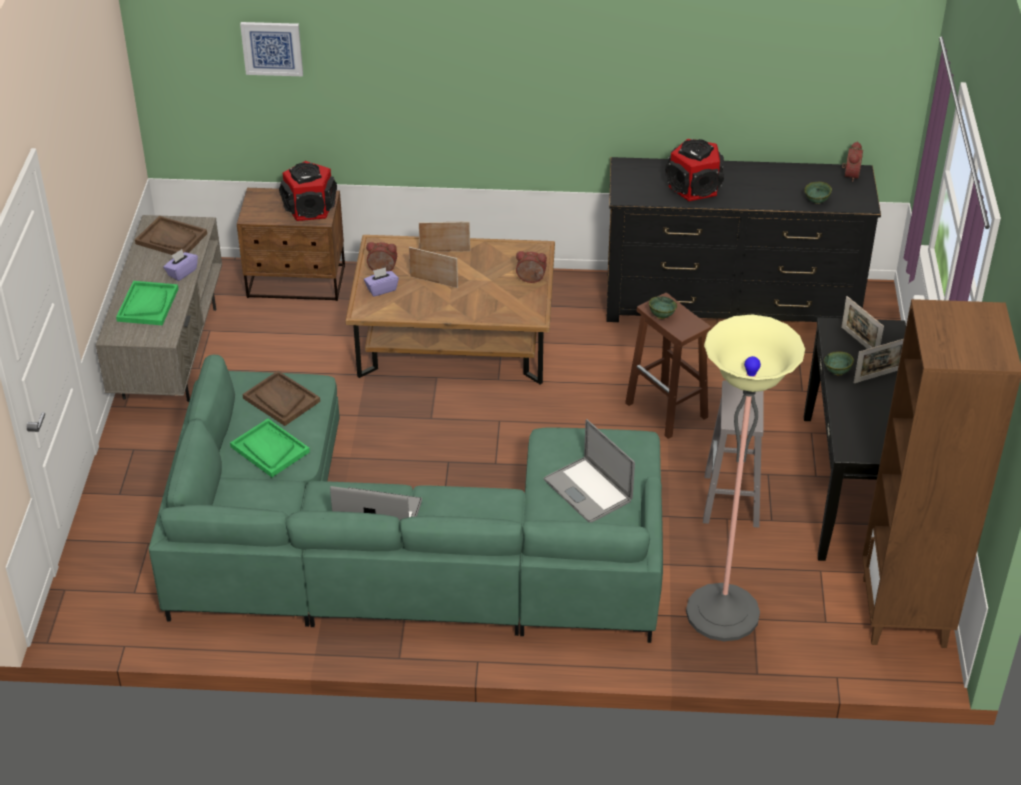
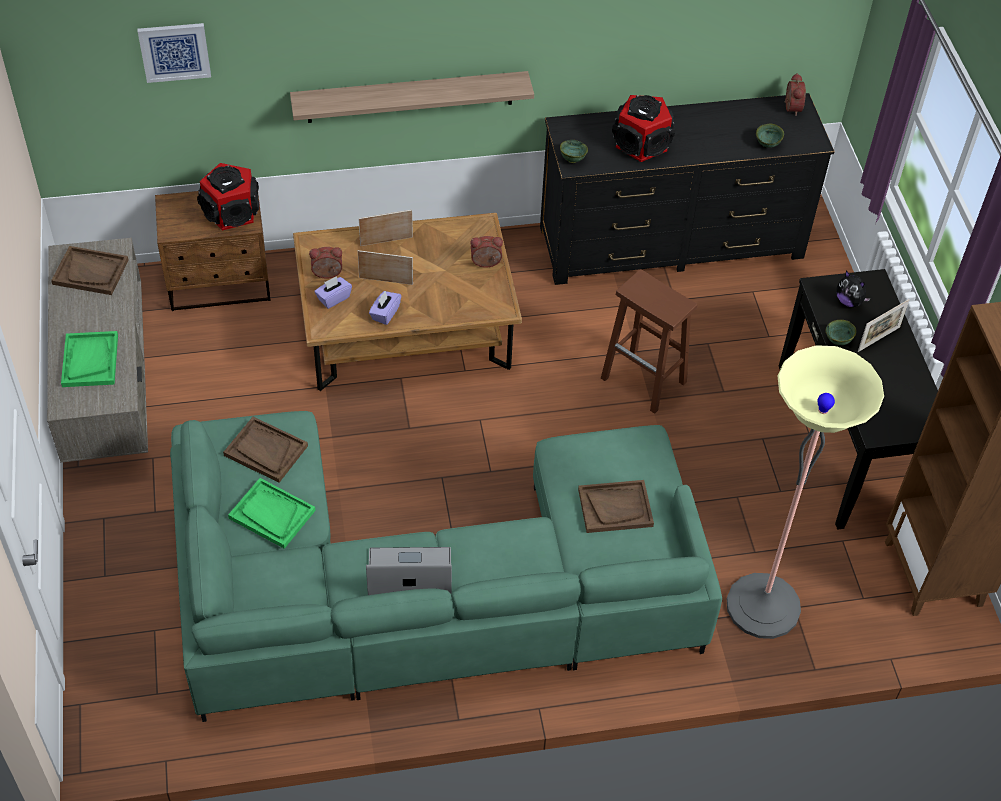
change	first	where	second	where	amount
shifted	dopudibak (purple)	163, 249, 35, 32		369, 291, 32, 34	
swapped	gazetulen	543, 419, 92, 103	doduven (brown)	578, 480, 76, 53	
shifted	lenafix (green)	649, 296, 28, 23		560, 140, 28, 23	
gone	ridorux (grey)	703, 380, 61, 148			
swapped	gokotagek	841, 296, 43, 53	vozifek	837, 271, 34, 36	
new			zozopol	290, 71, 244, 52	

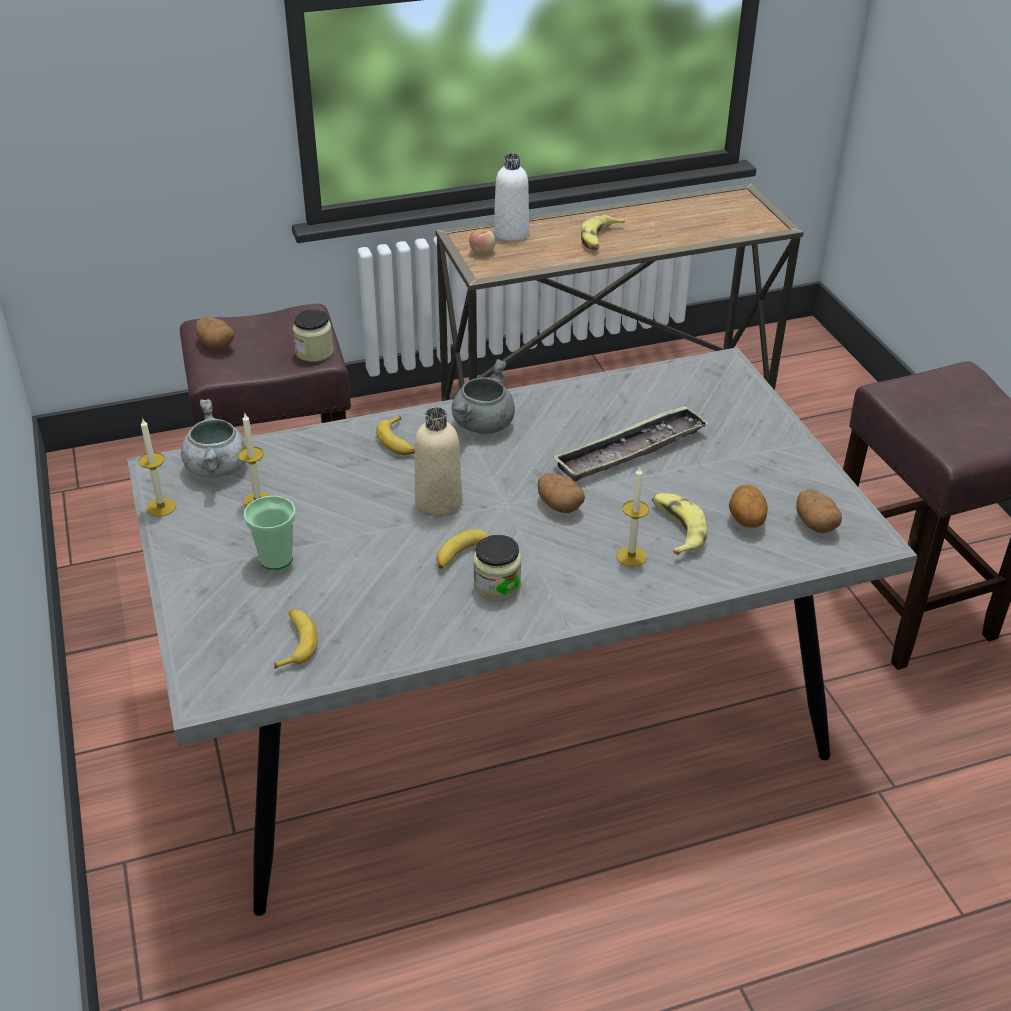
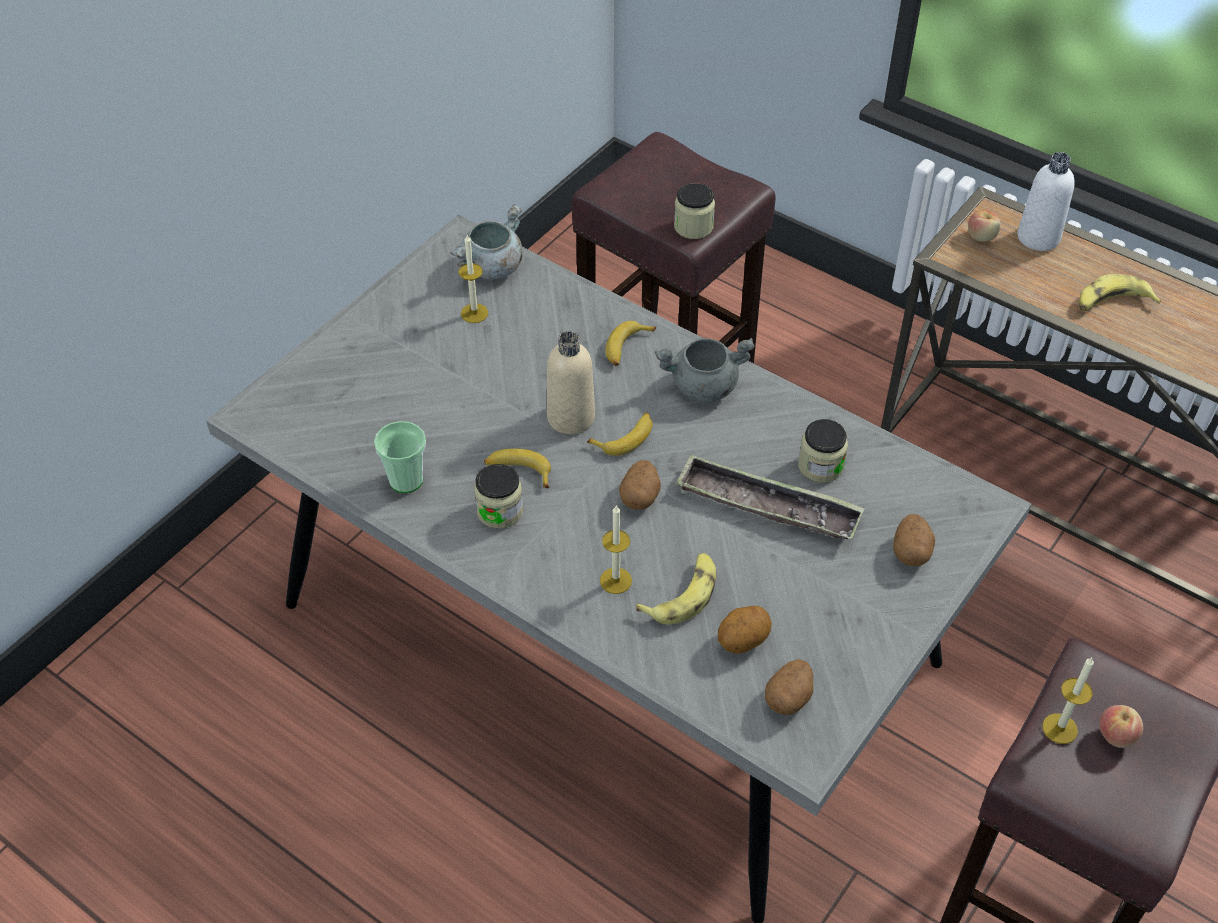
change	first	where	second	where	amount
shifted	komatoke	138, 419, 38, 98		1042, 657, 52, 87	
shifted	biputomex	195, 317, 39, 32		893, 514, 42, 52	
shifted	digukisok	244, 496, 52, 74		374, 421, 52, 72	
shifted	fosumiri	274, 609, 44, 60		587, 413, 66, 43	
new			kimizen	798, 419, 50, 64	
new			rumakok	1099, 705, 44, 43	

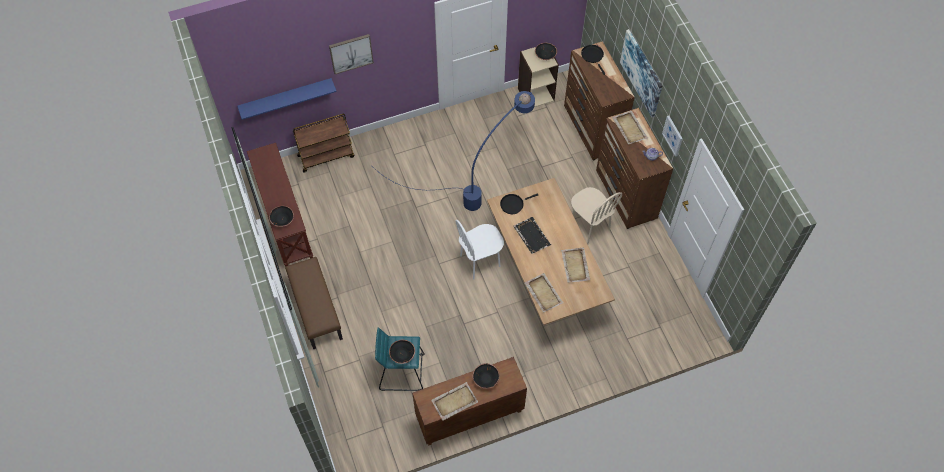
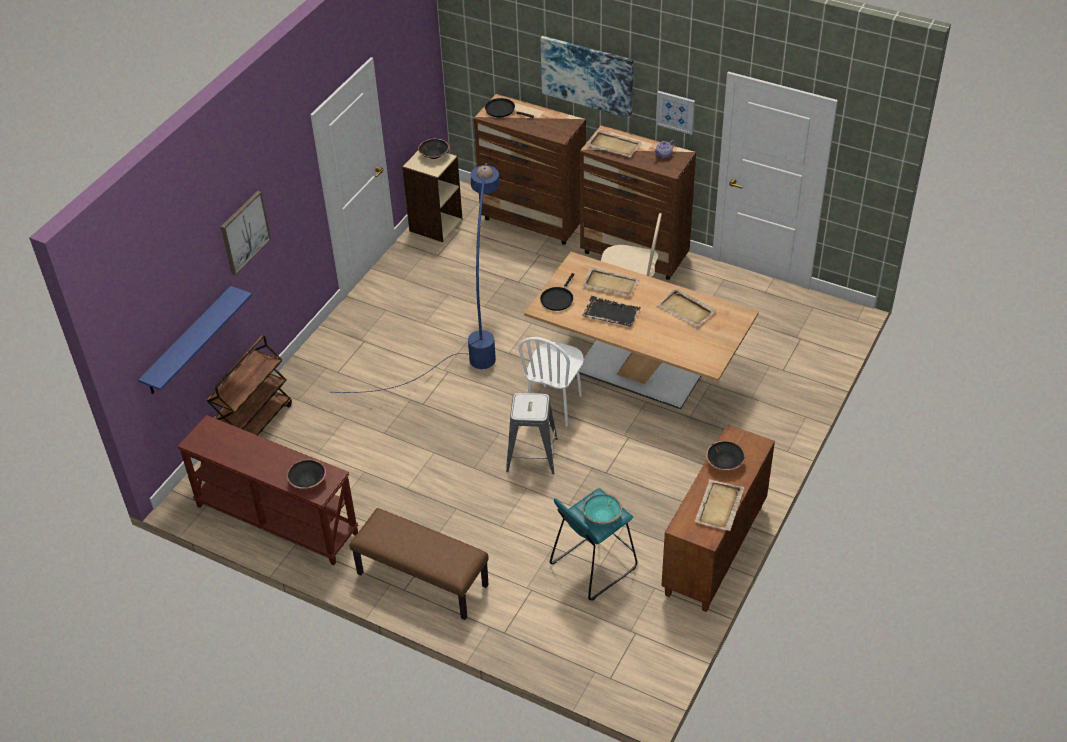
change	first	where	second	where	amount
repainted	lenafix (black)	389, 340, 26, 24	lenafix (turquoise)	583, 493, 39, 31	
shifted	doduven (beige)	524, 273, 40, 39		582, 267, 58, 30	
new			ridorux (grey)	506, 393, 52, 81	

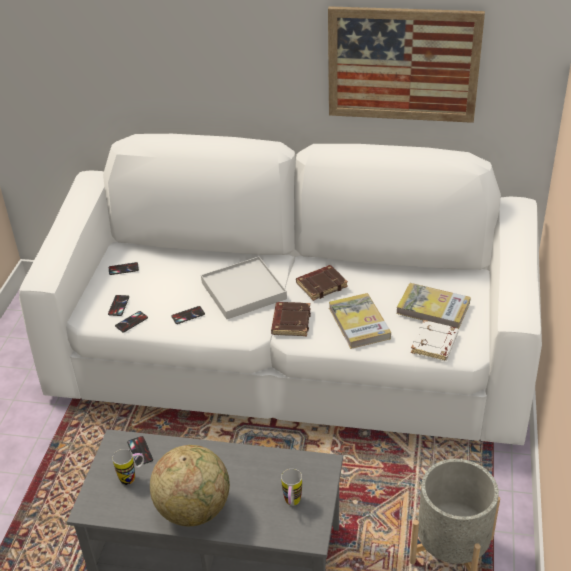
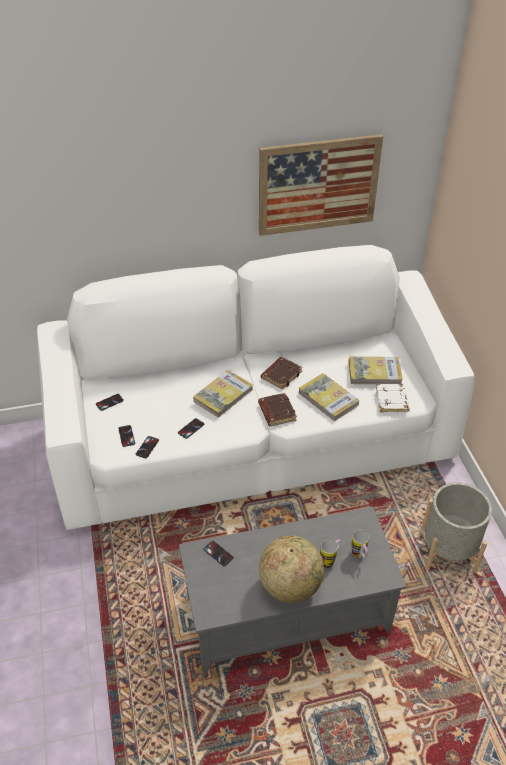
change	first	where	second	where	amount
shifted	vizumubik	112, 449, 32, 36		320, 539, 21, 29	
swapped	doduven (white)	201, 256, 86, 63	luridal	193, 370, 60, 48	

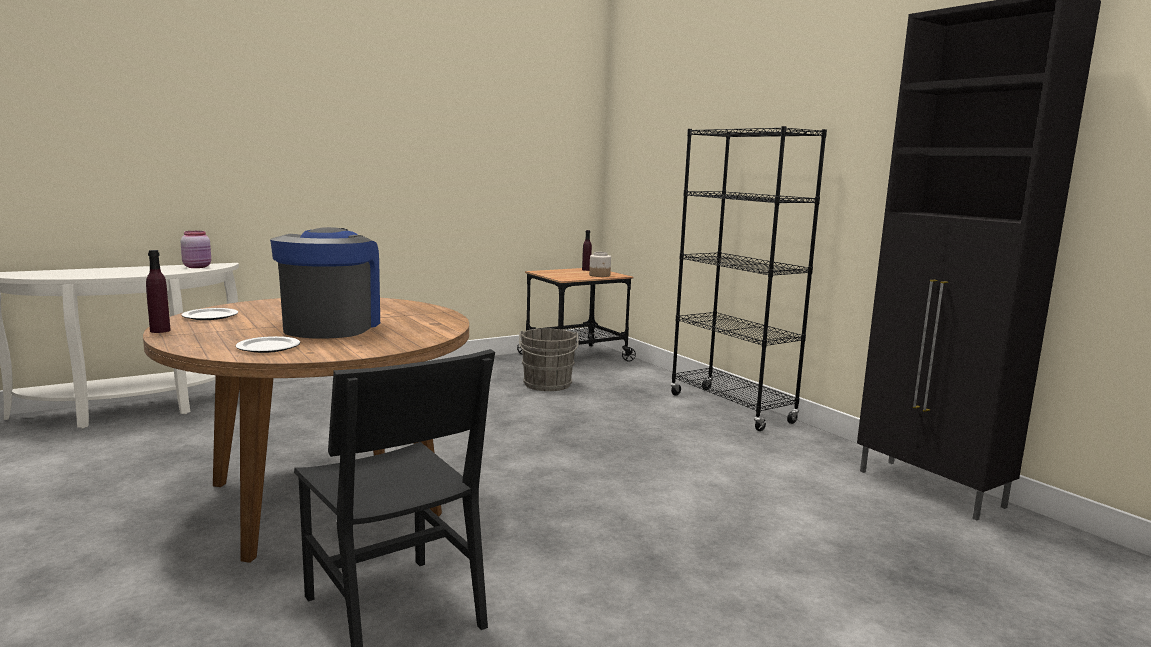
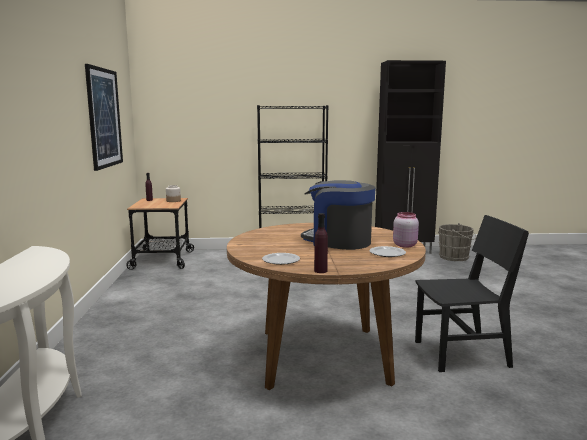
change	first	where	second	where	amount
shifted	kimizen (pink)	181, 231, 30, 37		393, 212, 26, 36	
shifted	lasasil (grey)	519, 328, 60, 63		438, 223, 38, 38	
new			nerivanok	85, 64, 38, 107	

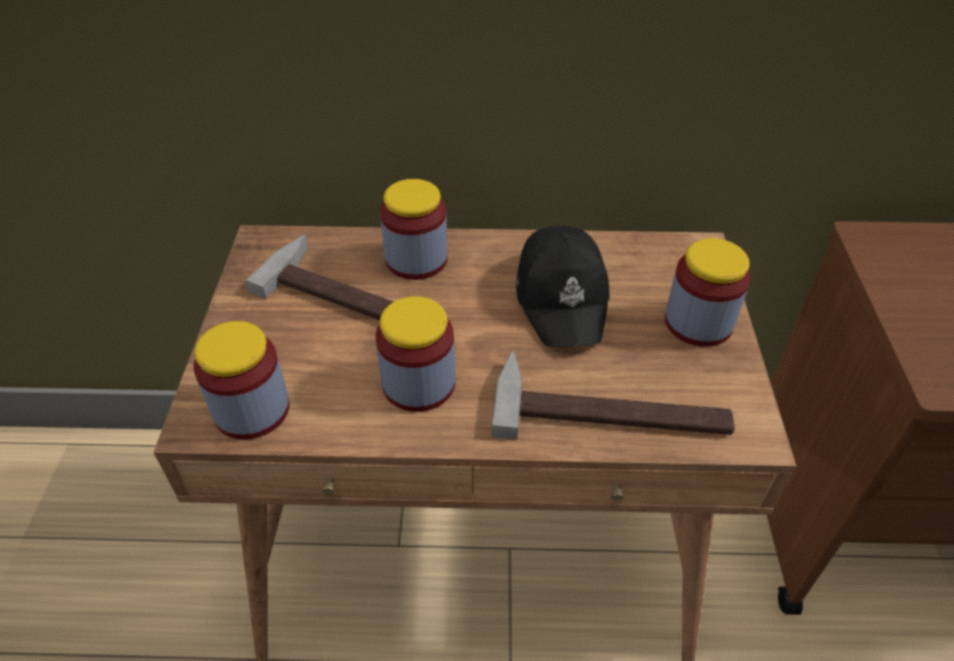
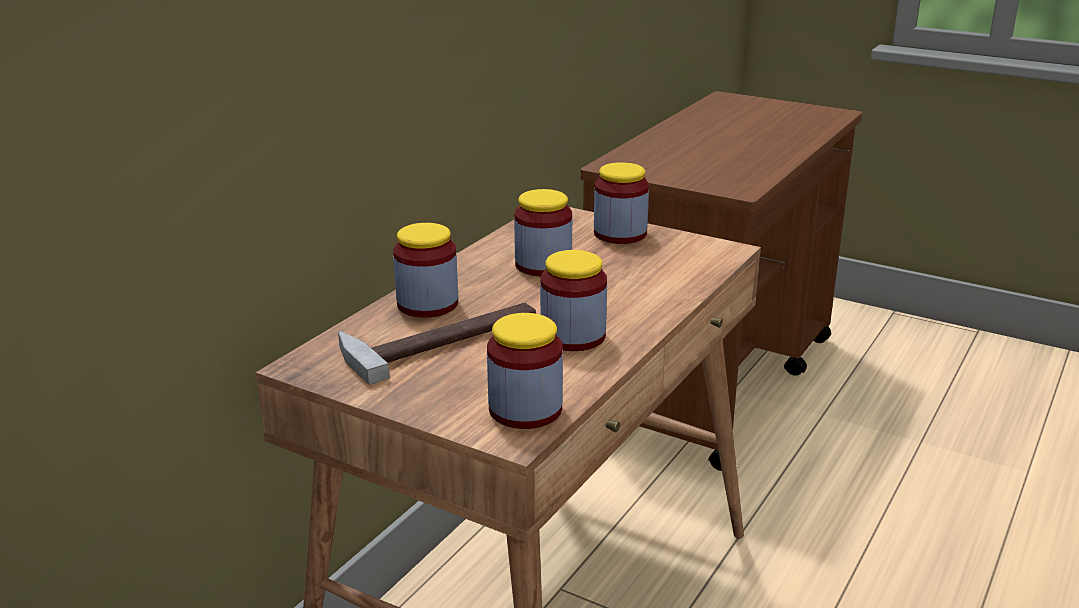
change	first	where	second	where	amount
gone	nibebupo	492, 351, 243, 89			
swapped	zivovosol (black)	516, 226, 94, 121	kimizen	514, 189, 58, 87	

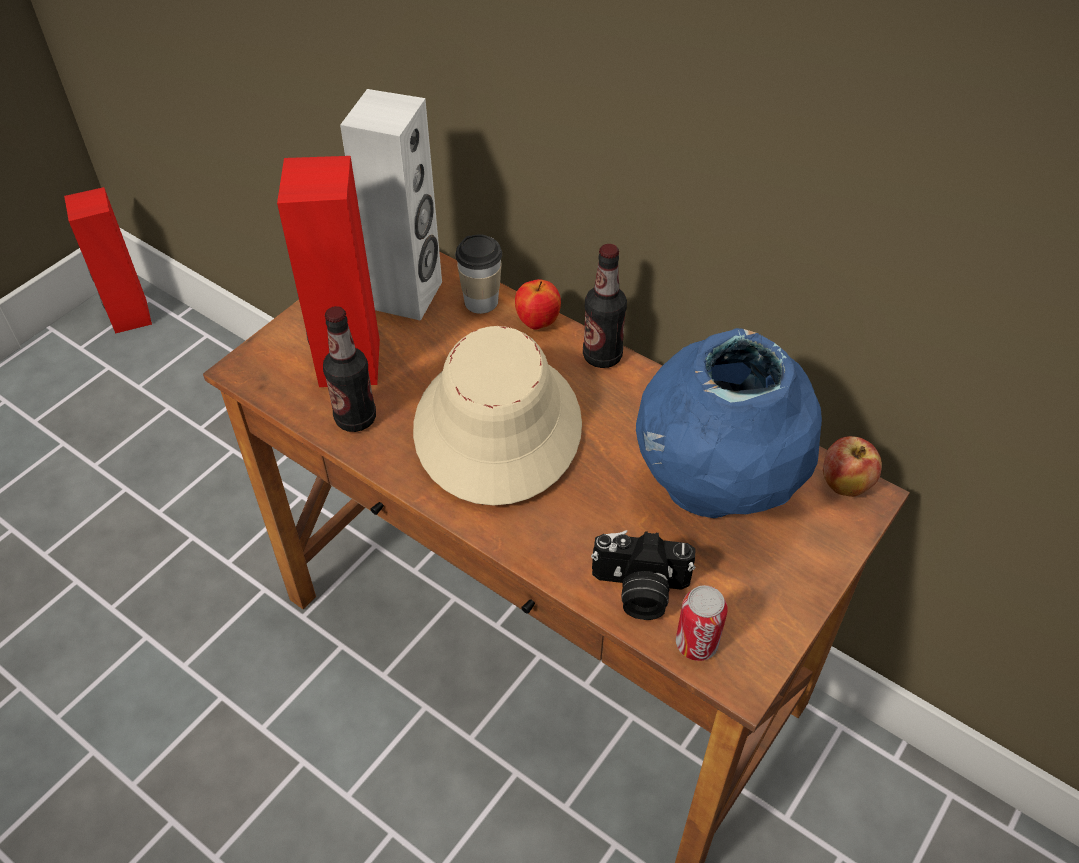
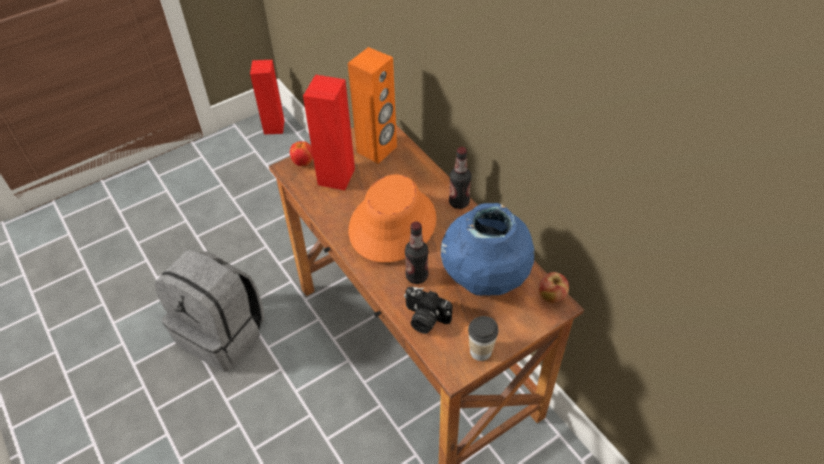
change	first	where	second	where	amount
shifted	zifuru	323, 306, 53, 126		405, 221, 24, 63	
repainted	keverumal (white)	340, 89, 102, 232	keverumal (orange)	348, 47, 49, 117	
repainted	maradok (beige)	413, 326, 169, 180	maradok (orange)	348, 175, 88, 88	
shifted	digukisok	455, 234, 47, 80		468, 316, 30, 45	
shifted	rumakok	515, 279, 46, 51		290, 141, 23, 25	
gone	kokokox	676, 585, 52, 76			
new			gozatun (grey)	155, 250, 109, 122	

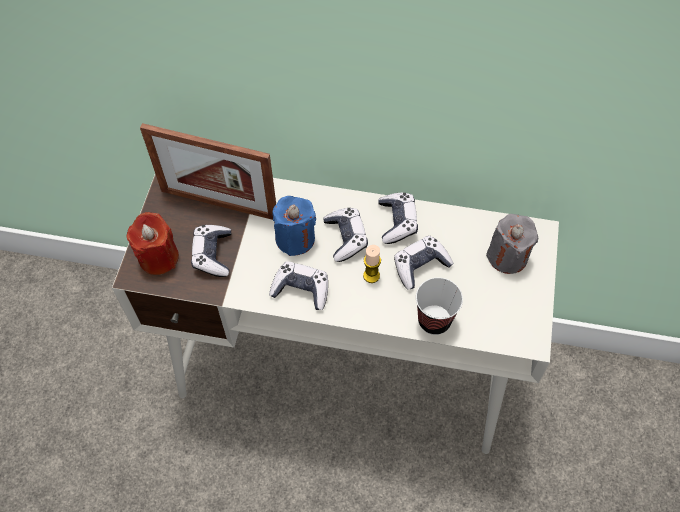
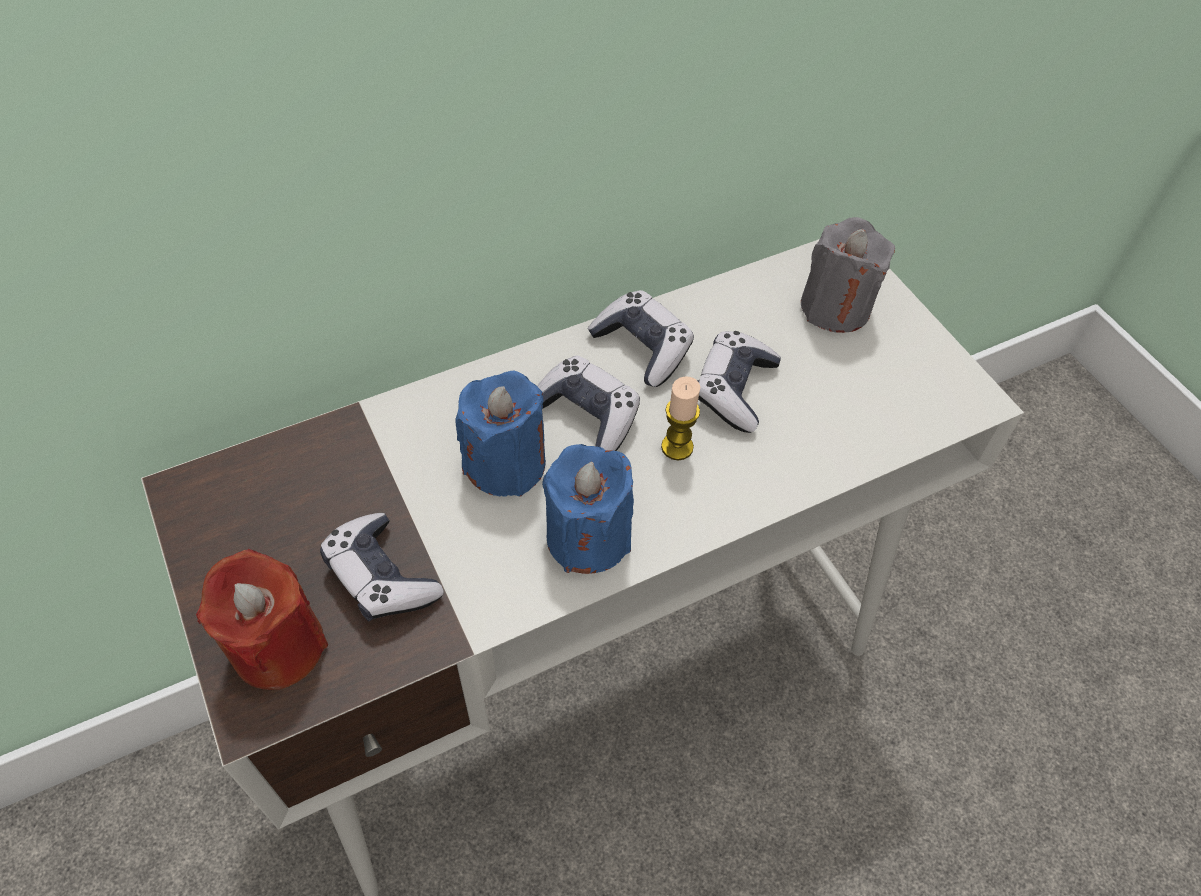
change	first	where	second	where	amount
gone	gokotagek	140, 123, 136, 97			
swapped	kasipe	269, 262, 59, 48	komatoke (blue)	542, 444, 92, 130	
gone	digukisok	416, 277, 47, 58			

